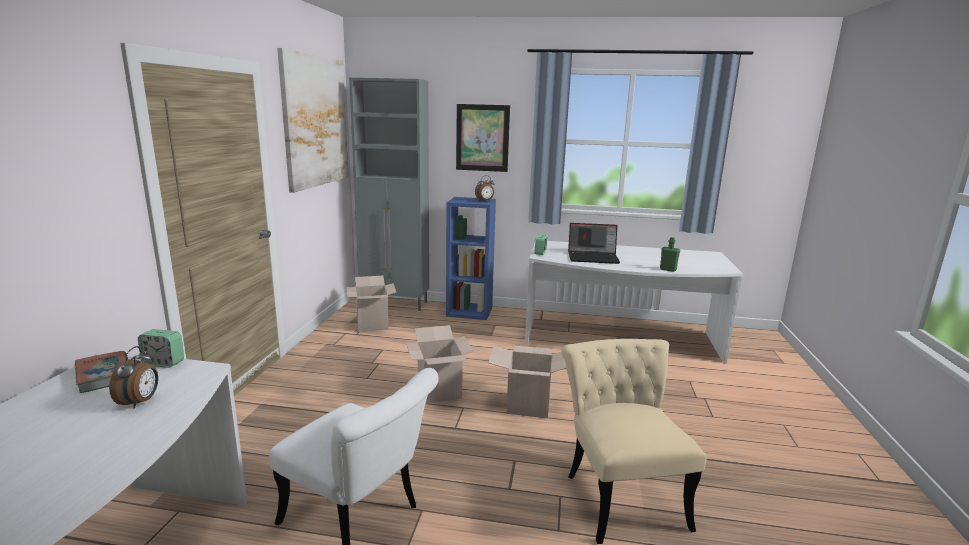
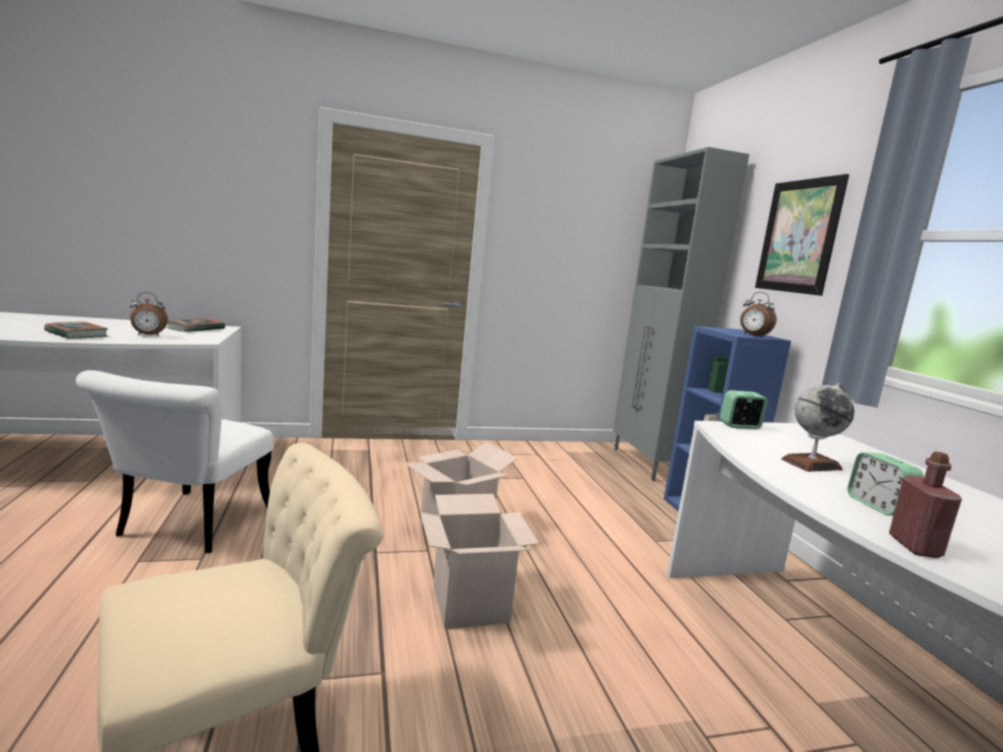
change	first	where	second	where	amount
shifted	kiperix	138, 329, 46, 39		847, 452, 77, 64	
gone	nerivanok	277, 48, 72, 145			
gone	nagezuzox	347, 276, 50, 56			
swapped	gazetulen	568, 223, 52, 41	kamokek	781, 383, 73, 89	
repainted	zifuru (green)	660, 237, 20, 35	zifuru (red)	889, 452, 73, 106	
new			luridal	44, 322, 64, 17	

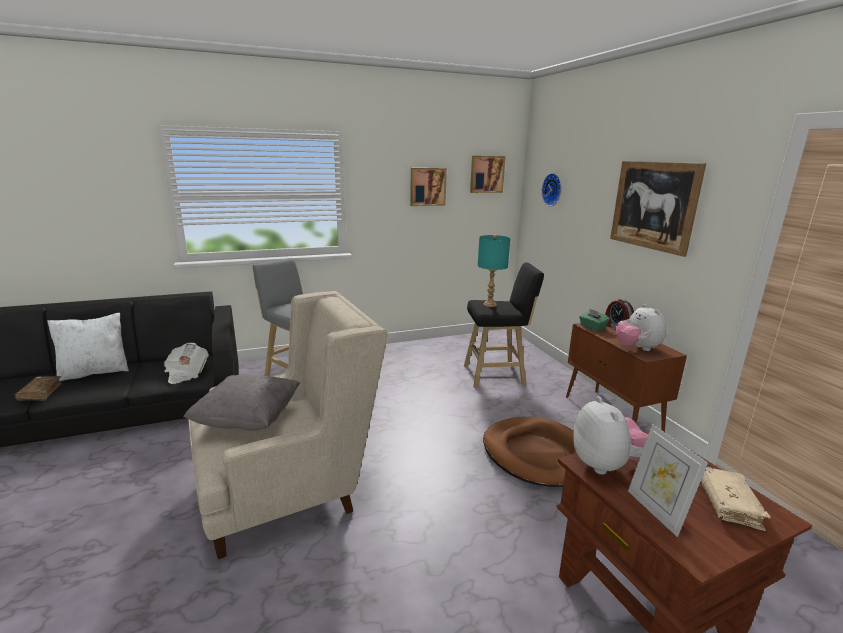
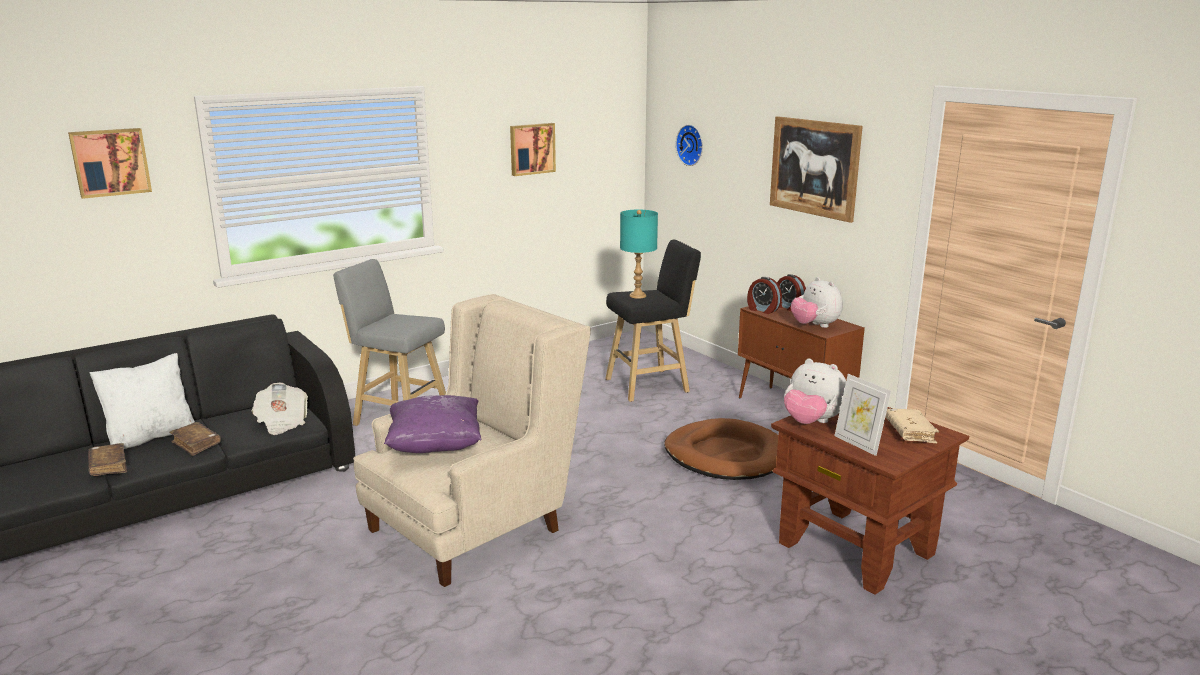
change	first	where	second	where	amount
repainted	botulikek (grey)	183, 374, 117, 57	botulikek (purple)	384, 395, 97, 58	
shifted	nerivanok	470, 156, 36, 37		68, 128, 84, 71	
rotated	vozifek	573, 396, 75, 79		784, 358, 62, 66	150 degrees clockwise
swapped	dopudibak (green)	579, 308, 31, 24	kiperix	747, 277, 35, 37	
new			luridal (brown)	169, 422, 52, 34	

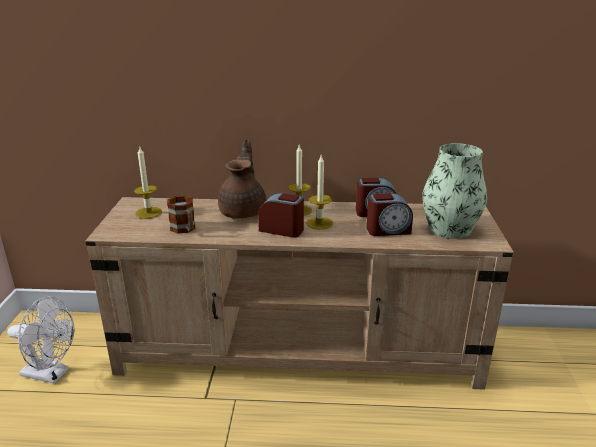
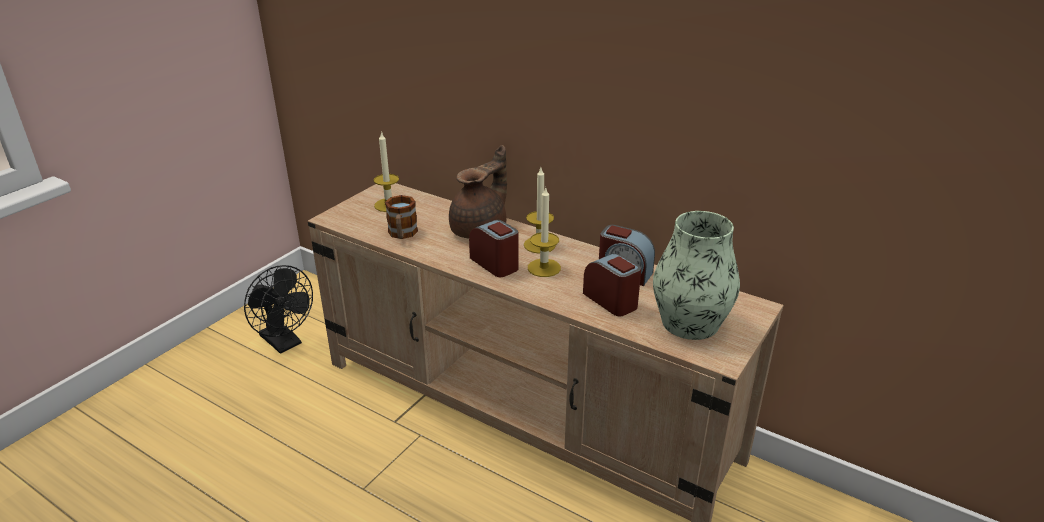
change	first	where	second	where	amount
repainted	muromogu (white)	7, 296, 68, 88	muromogu (black)	244, 265, 69, 89	
rotated	kiperix	366, 193, 47, 43		583, 253, 58, 63	150 degrees counterclockwise

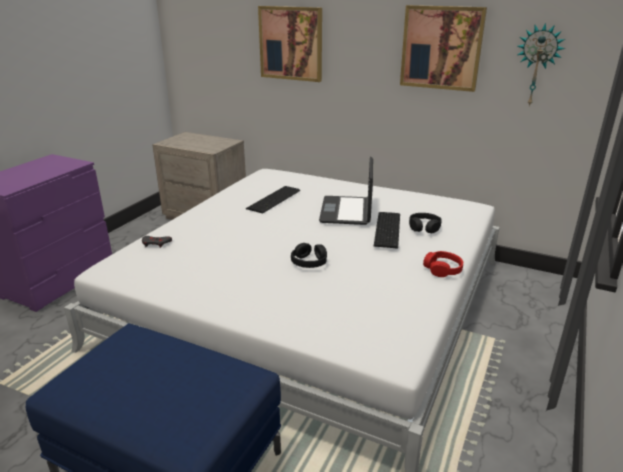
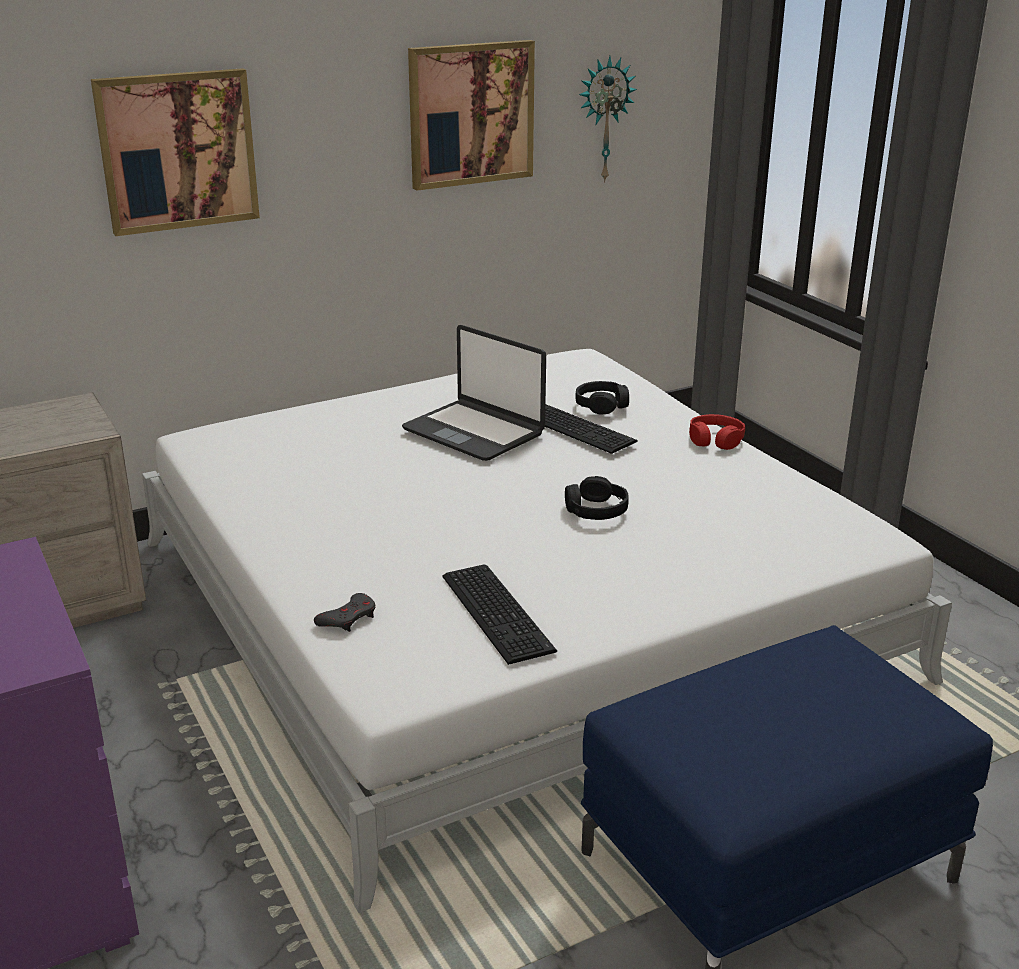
change	first	where	second	where	amount
shifted	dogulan	246, 186, 54, 28		443, 564, 114, 101	

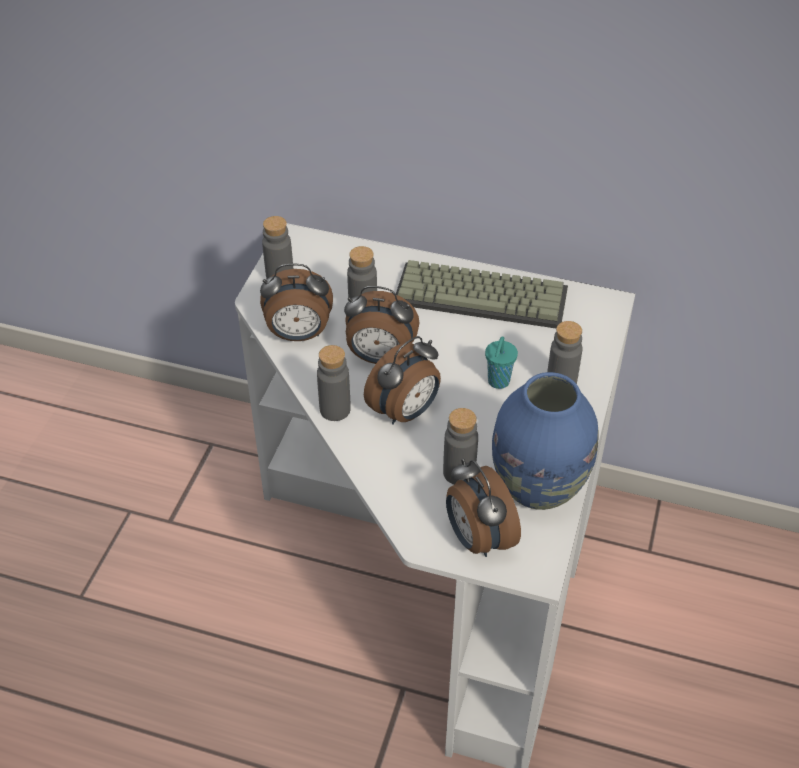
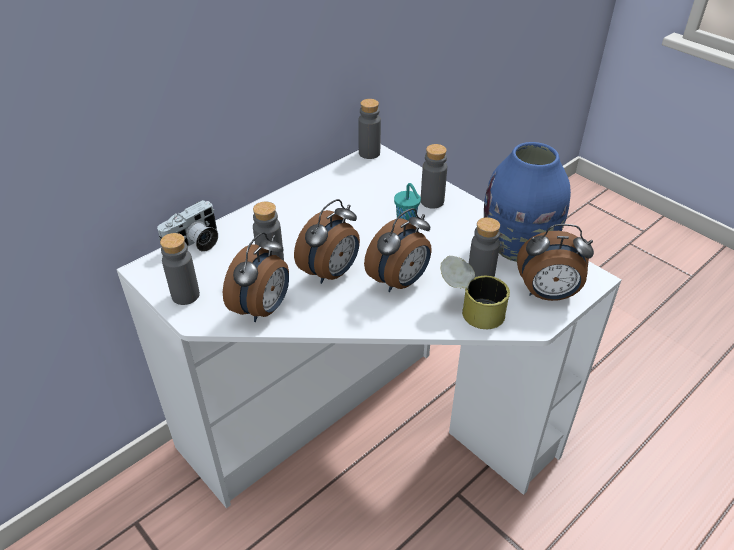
change	first	where	second	where	amount
shifted	zifuru (grey)	317, 345, 34, 76		358, 99, 23, 60	
rotated	kiperix	364, 336, 77, 89		364, 208, 67, 84	60 degrees clockwise
gone	dogulan	396, 260, 172, 68			
new			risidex	157, 200, 61, 52	
new			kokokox	440, 256, 70, 73	

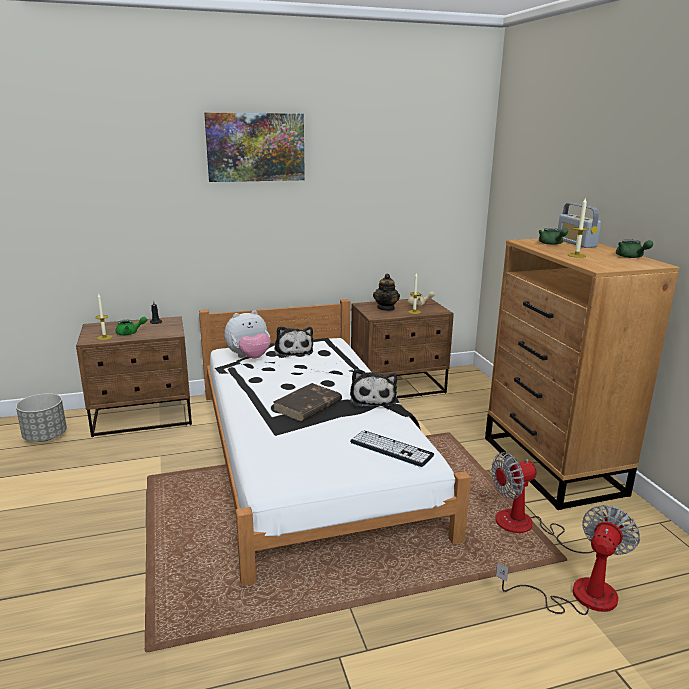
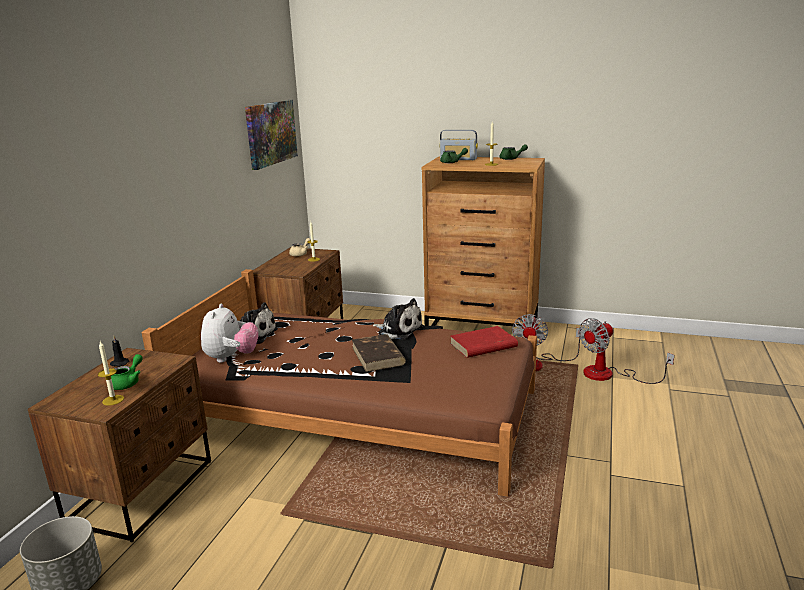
change	first	where	second	where	amount
repainted	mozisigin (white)	199, 299, 272, 287	mozisigin (brown)	142, 269, 395, 228	
shifted	nerivanok	204, 113, 101, 69		245, 100, 53, 70	
swapped	dogulan	350, 431, 84, 36	luridal (red)	450, 326, 68, 32	
gone	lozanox	373, 274, 27, 37			
rotated	muromogu	496, 505, 144, 110		579, 318, 95, 66	105 degrees counterclockwise

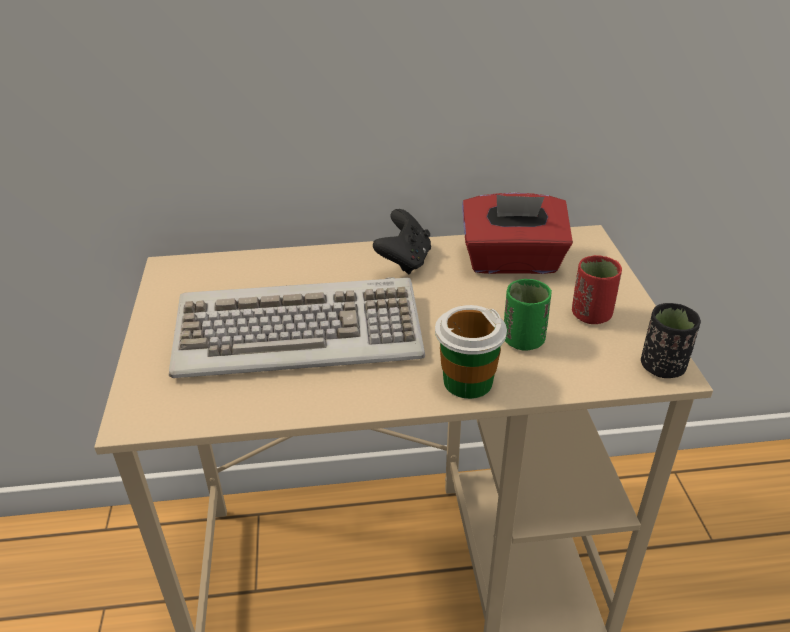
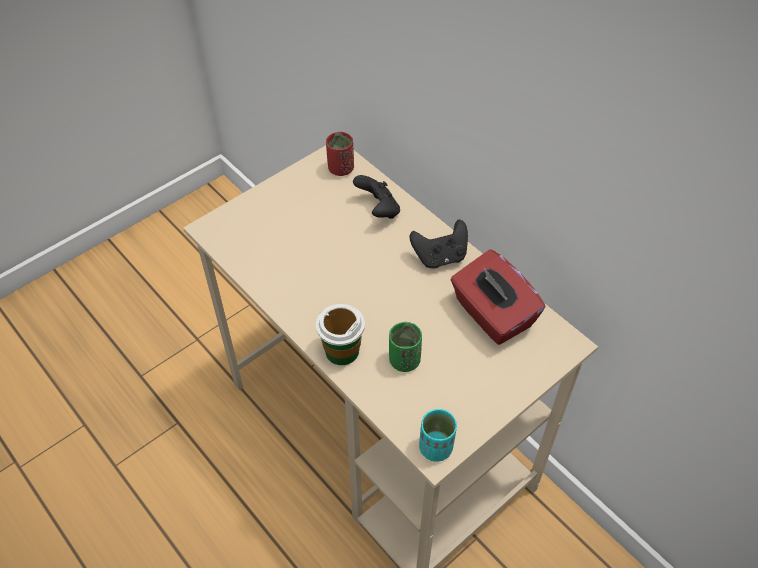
change	first	where	second	where	amount
gone	dogulan	169, 277, 256, 101			
shifted	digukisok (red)	572, 255, 50, 69		326, 132, 28, 44	
repainted	digukisok (black)	641, 303, 60, 75	digukisok (turquoise)	419, 409, 38, 53	
new			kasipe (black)	353, 175, 47, 44	

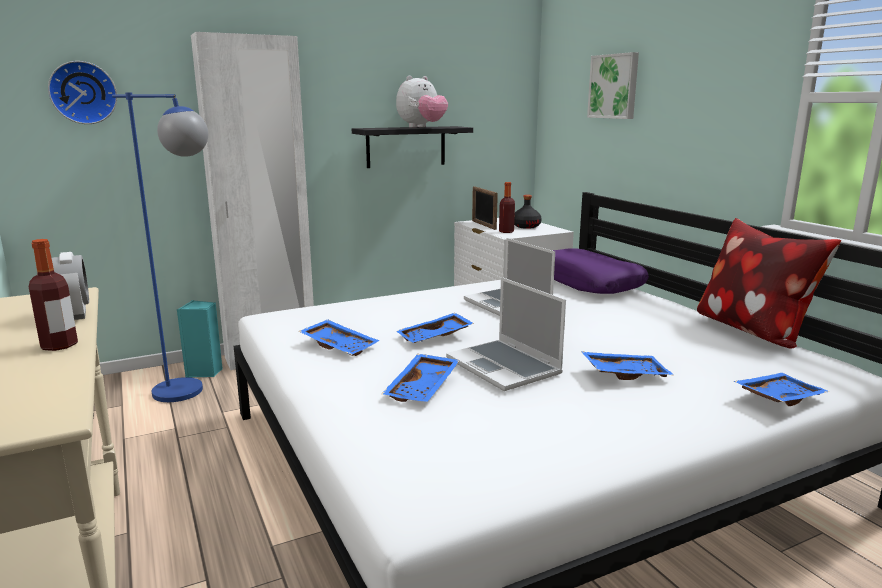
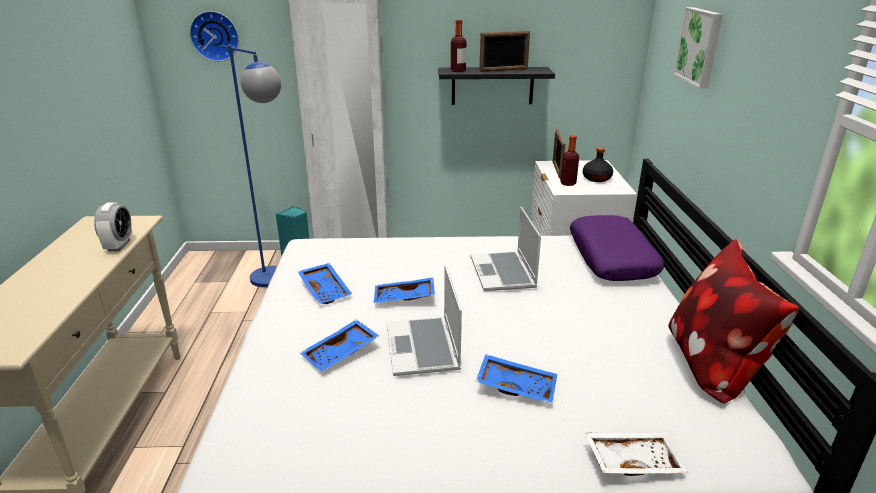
change	first	where	second	where	amount
shifted	zifuru	28, 239, 50, 112		451, 20, 15, 52	
swapped	vozifek	396, 76, 52, 52	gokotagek	479, 31, 51, 41	
repainted	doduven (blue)	734, 373, 96, 33	doduven (white)	585, 432, 103, 44	

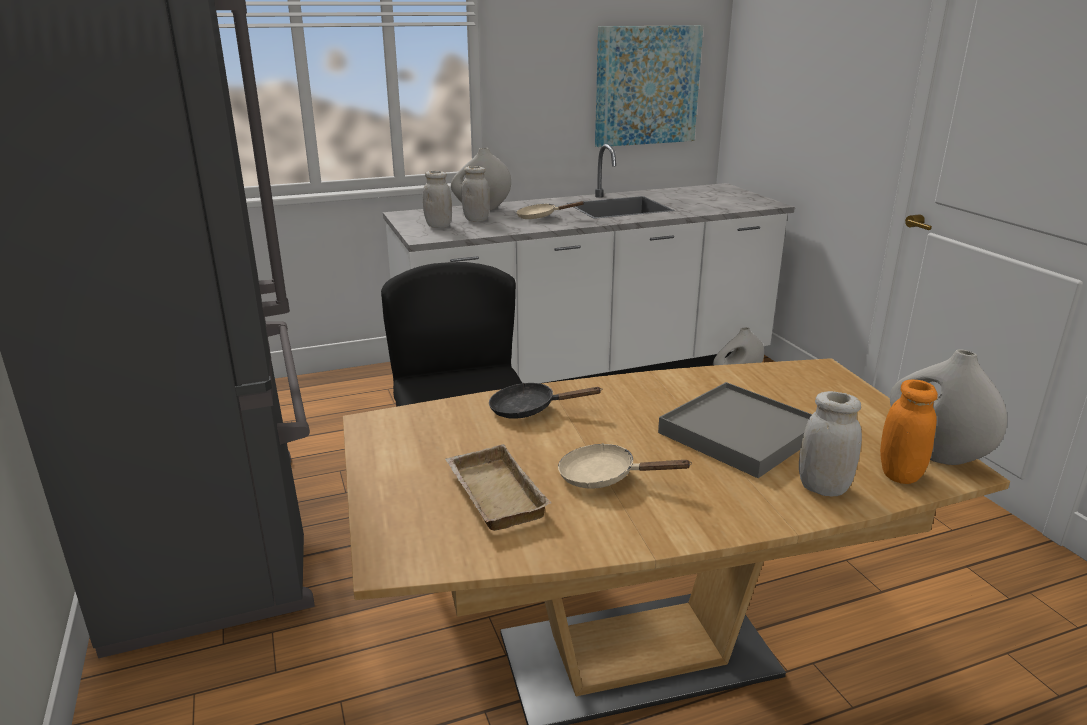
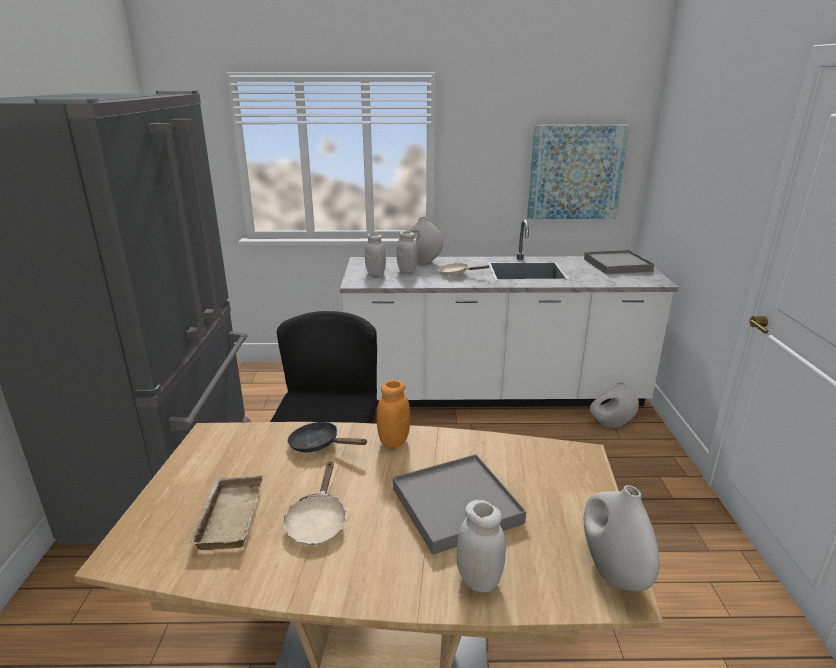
change	first	where	second	where	amount
rotated	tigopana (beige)	558, 443, 134, 46		284, 462, 63, 84	120 degrees counterclockwise
shifted	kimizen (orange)	880, 380, 58, 104		377, 380, 33, 68	
new			doduven (grey)	584, 250, 70, 24	

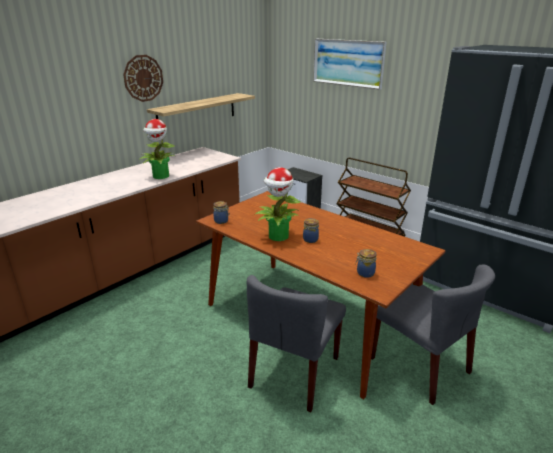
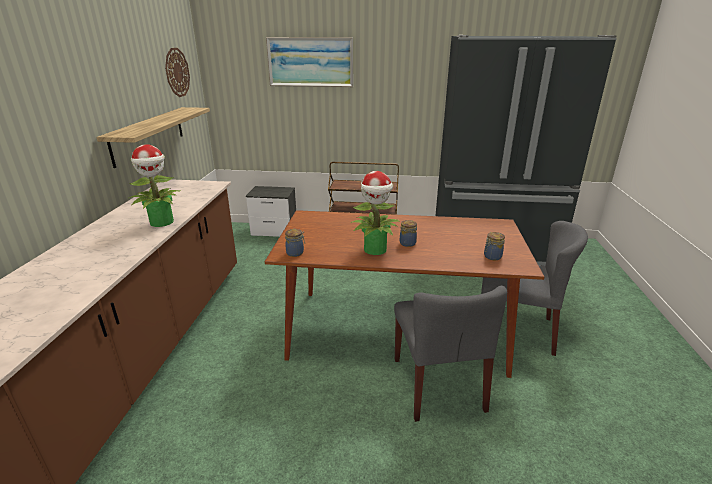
change	first	where	second	where	amount
shifted	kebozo	123, 55, 40, 47		165, 48, 25, 49	

